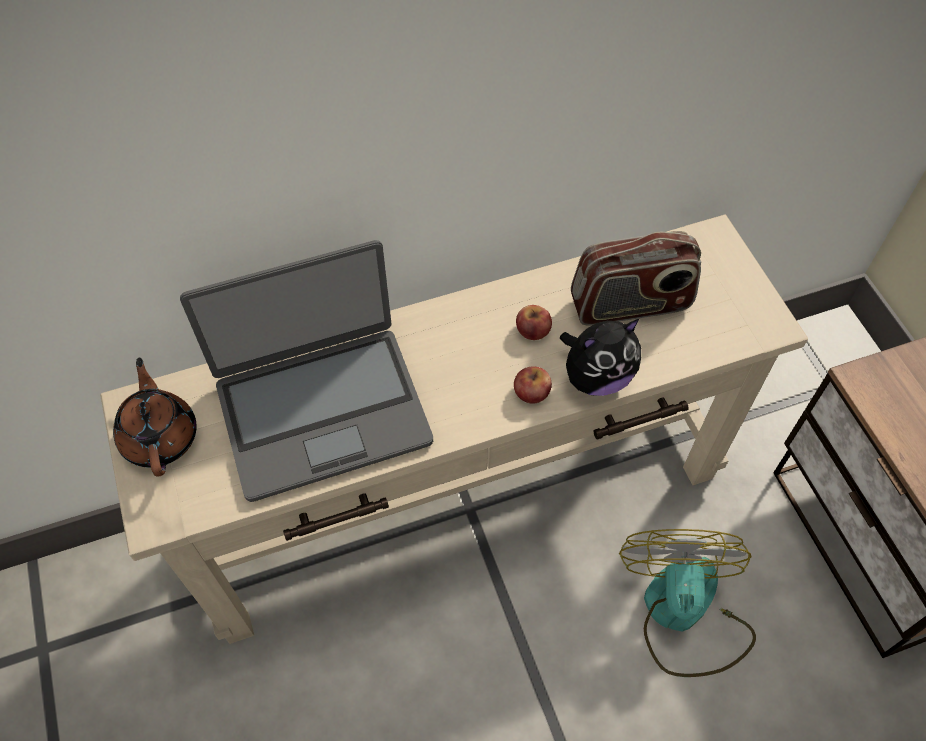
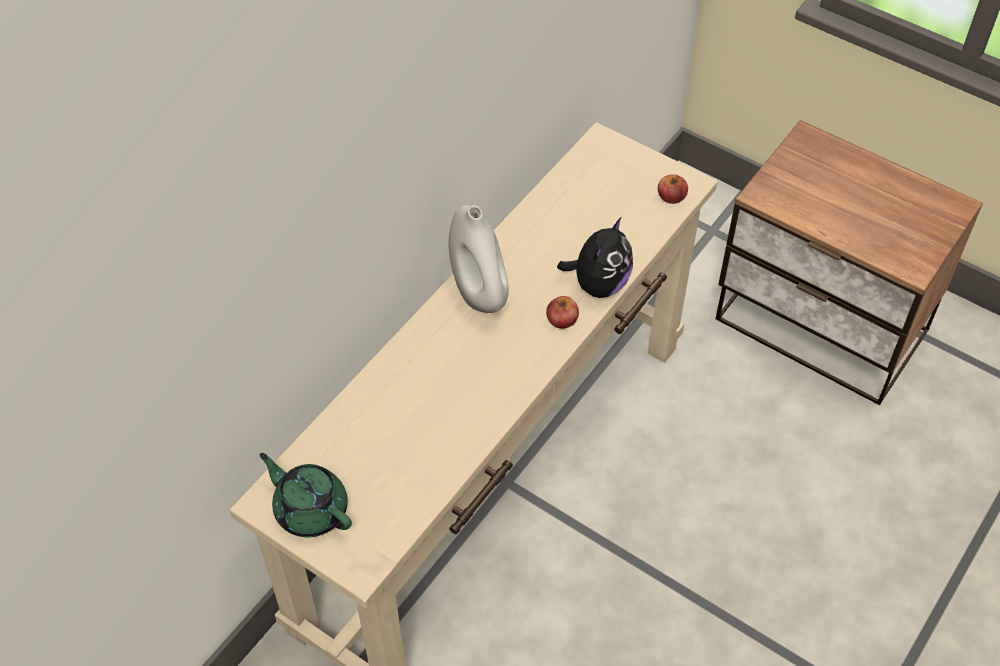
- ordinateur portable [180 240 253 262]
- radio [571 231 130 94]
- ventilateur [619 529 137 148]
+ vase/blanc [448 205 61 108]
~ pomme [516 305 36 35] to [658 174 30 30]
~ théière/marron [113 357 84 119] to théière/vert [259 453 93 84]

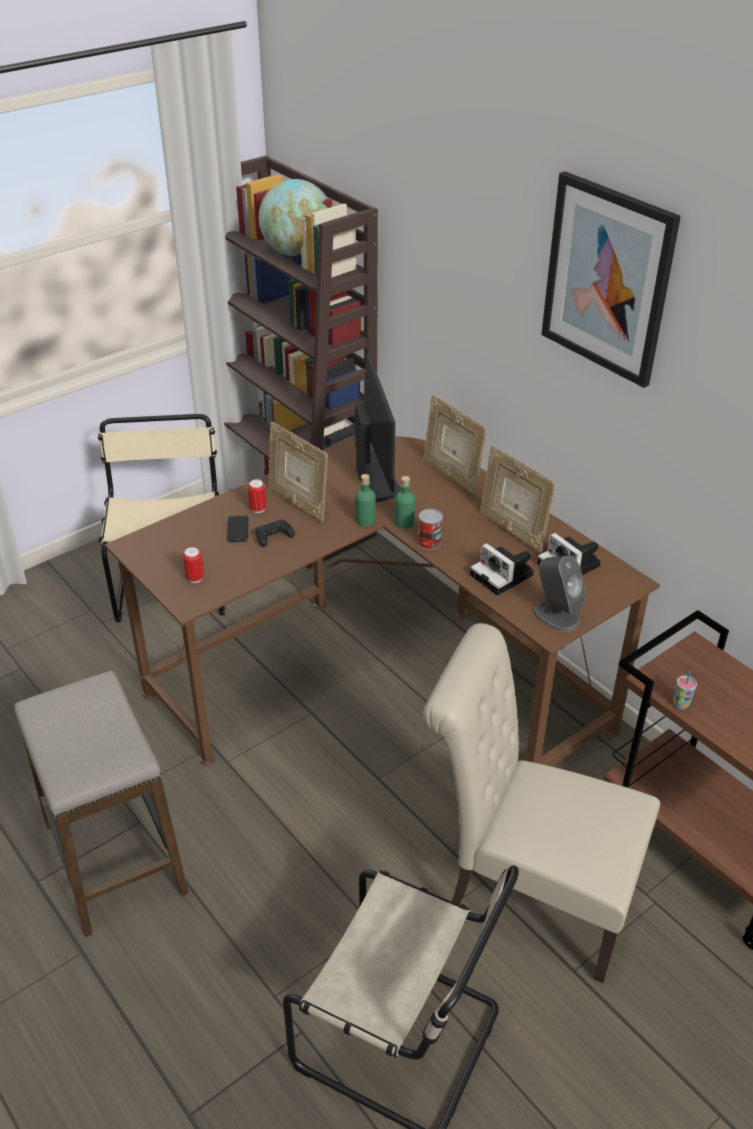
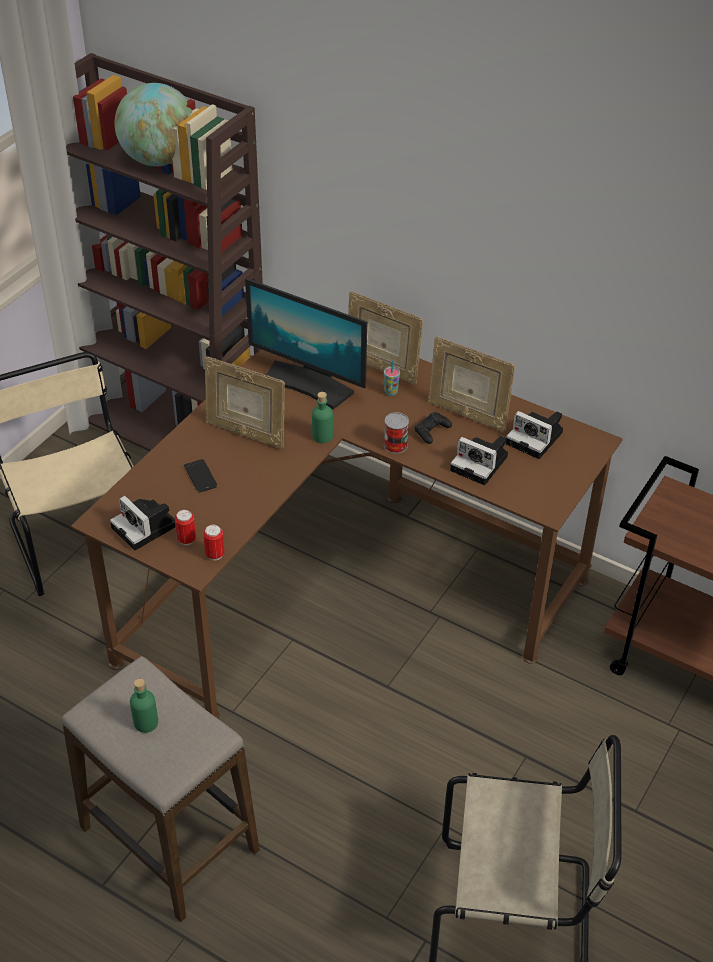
- chaise/beige [423 623 237 360]
- enceinte/gris [533 556 54 76]
- tableau [541 171 140 217]
+ appareil photo [110 495 66 56]
~ boîte métallique [248 479 18 34] to [203 524 21 36]
~ manette/noir [255 519 40 28] to [414 412 38 32]
~ bouteille/vert [395 476 21 53] to [130 679 28 54]
~ tasse [673 671 24 39] to [384 361 16 35]
~ écran d'ordinateur [355 354 47 148] = [245 278 122 131] 150 degrees clockwise

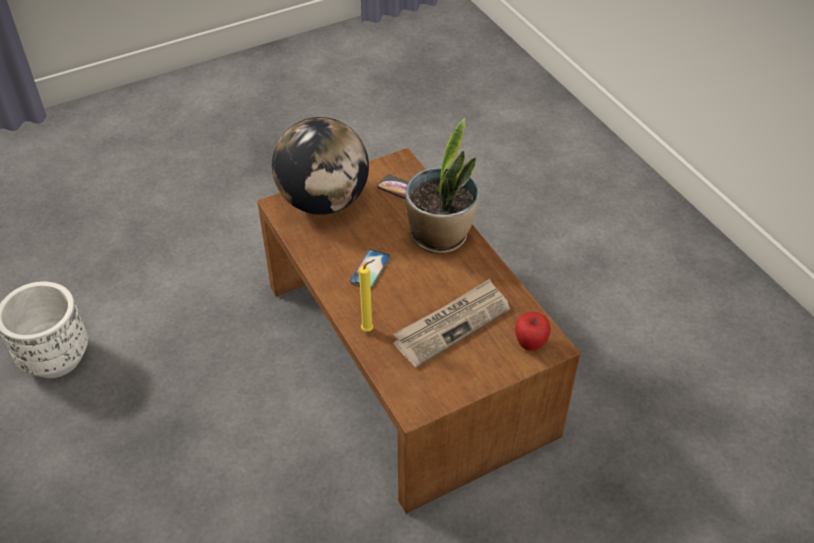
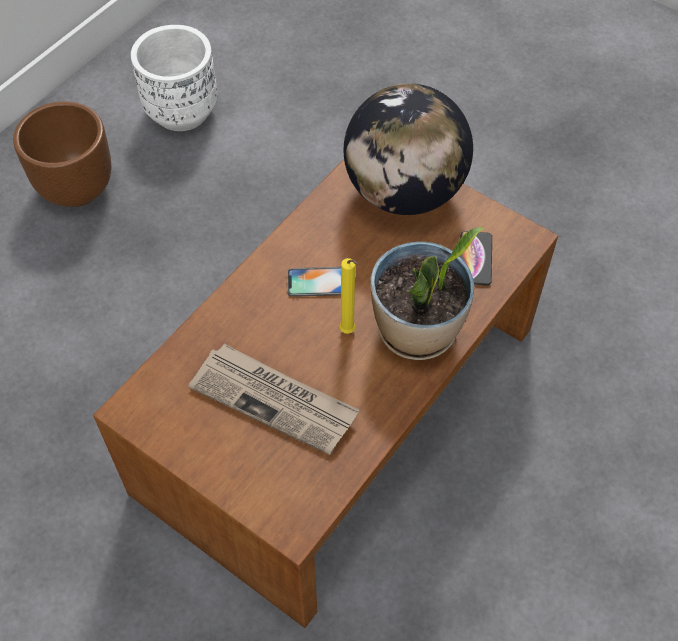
- pomme [515 312 36 39]
+ cache-pot/marron [13 101 98 106]
~ bougie/jaune [359 259 16 73] to [339 258 20 76]

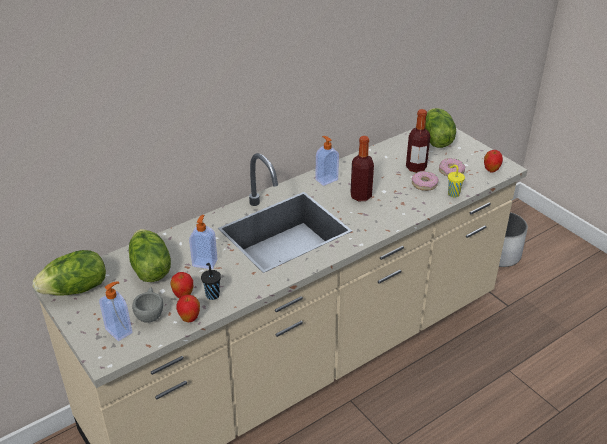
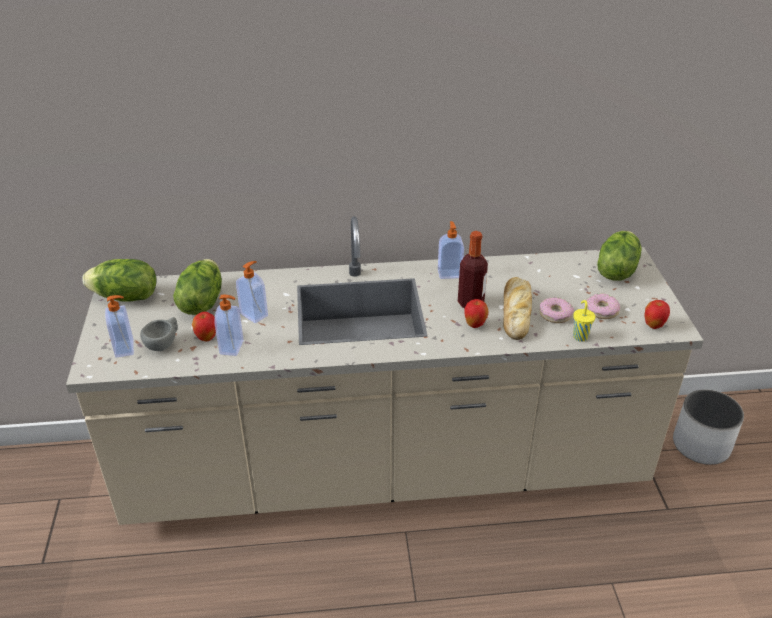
- bouteille [406 109 24 64]
+ pain [503 277 29 63]
~ pomme [177 295 23 27] to [464 299 25 29]
~ tasse/noir [201 263 20 37] to distributeur de savon [214 295 29 61]

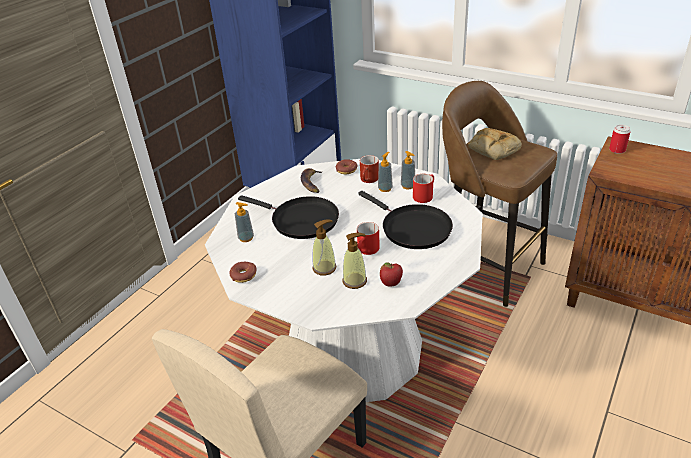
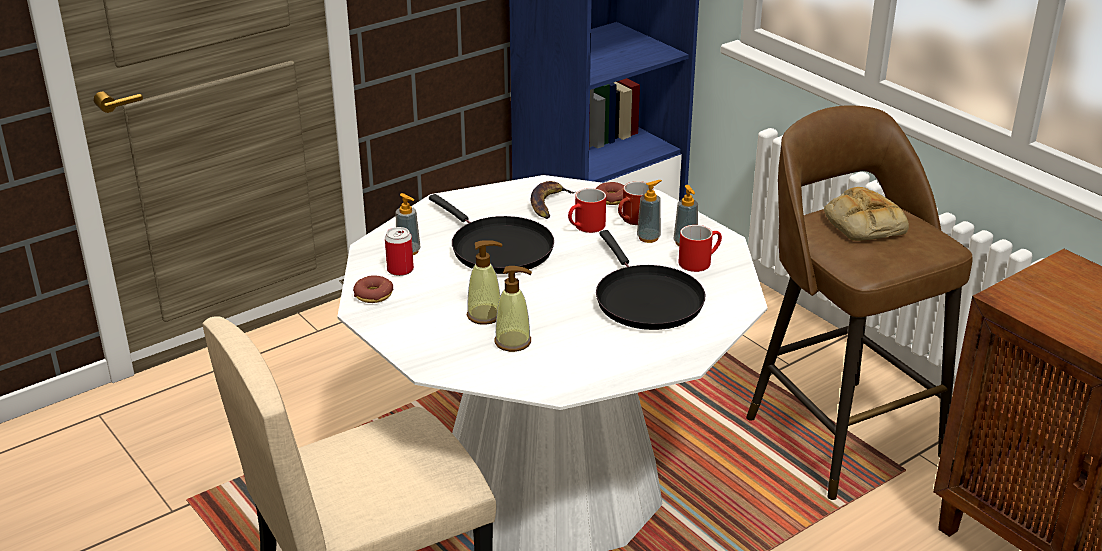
- pomme [380 263 23 23]
~ mug/rouge [357 222 23 33] to [568 188 38 45]
~ boîte métallique [609 124 22 30] to [385 227 29 49]

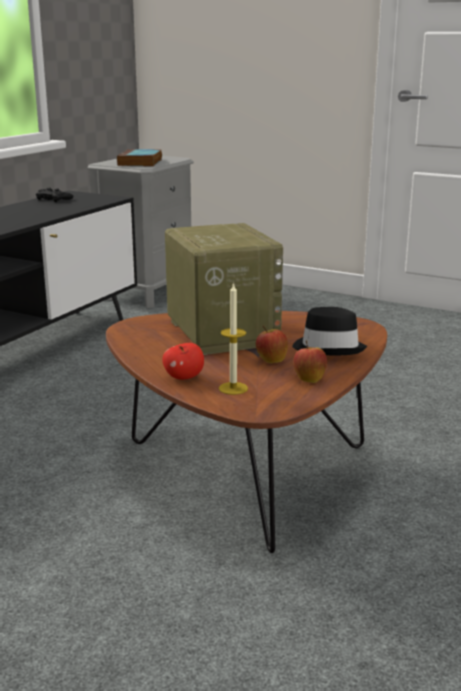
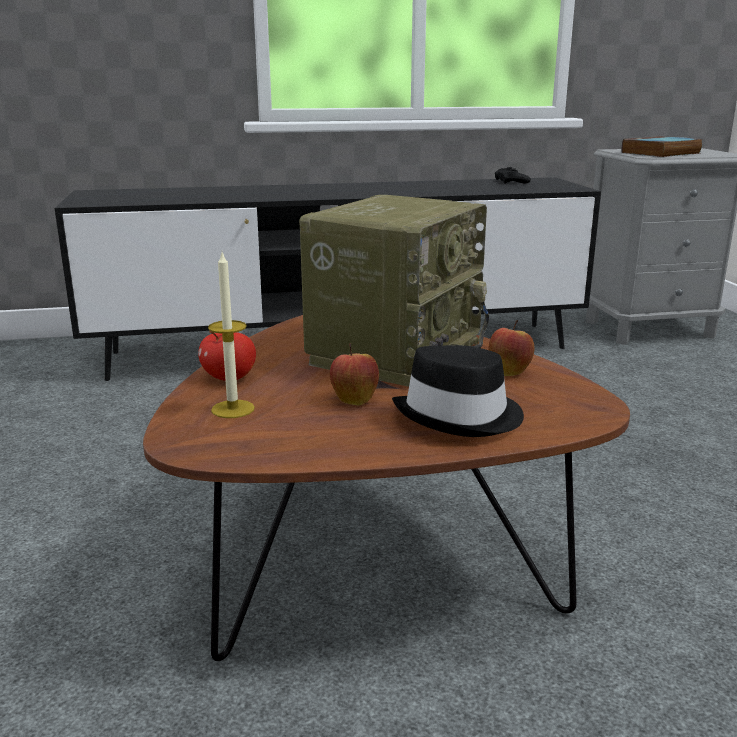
~ pomme [293 341 34 42] to [489 320 45 56]

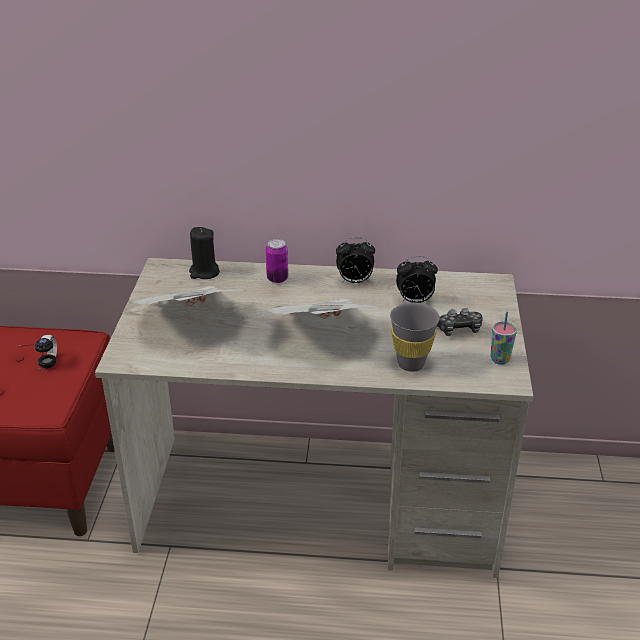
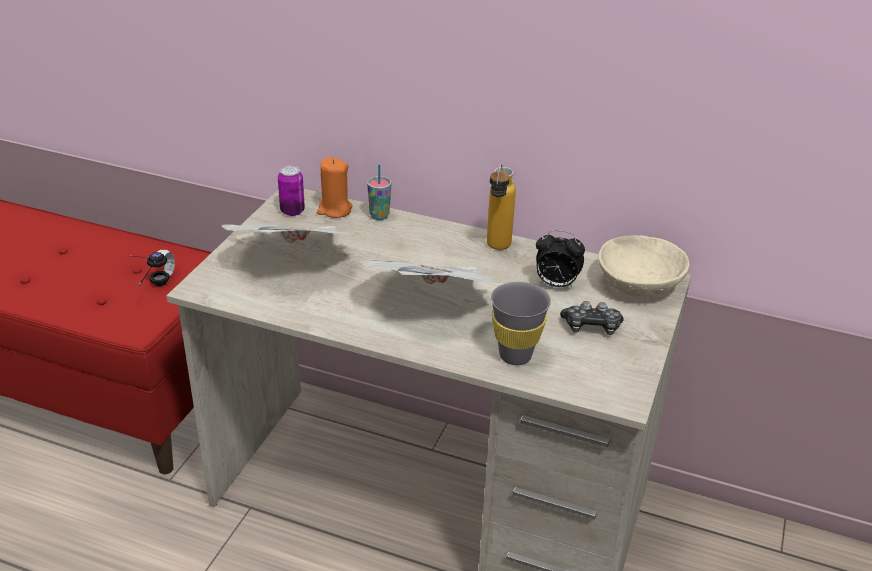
+ bol/beige [598 236 92 60]
~ boîte métallique [266 239 22 44] to [278 166 27 50]
~ tasse [490 311 27 54] to [367 164 24 56]
~ réveil [336 237 39 46] to bouteille [487 164 29 86]
~ bougie/noir [189 227 31 52] to bougie/orange [317 157 35 61]

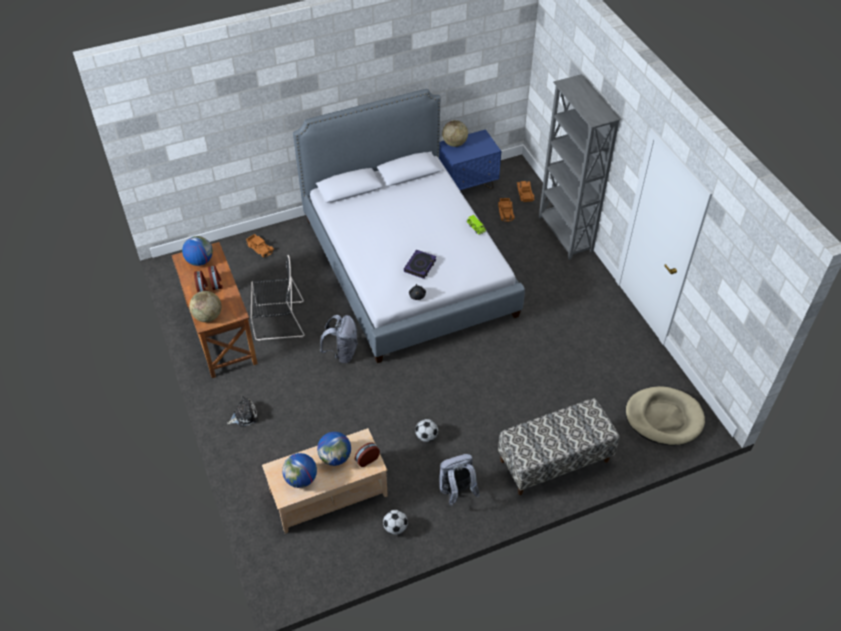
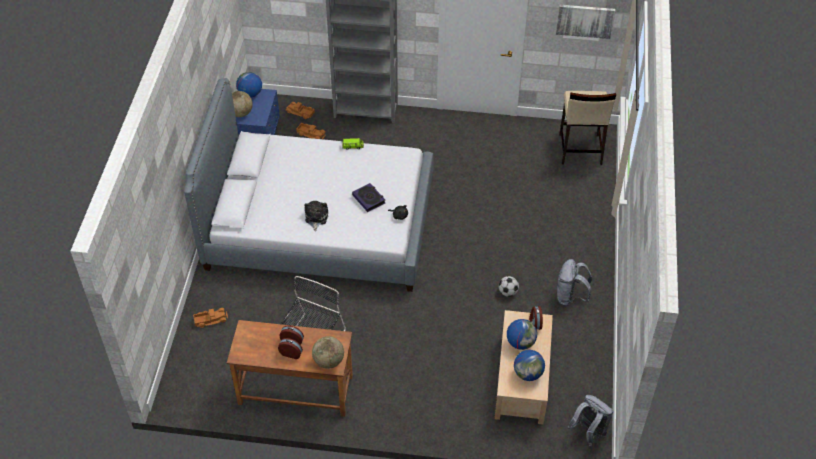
- ballon de foot [383 510 25 25]
- banc [498 398 122 97]
+ tableau [556 5 60 34]
~ globe [182 236 31 30] to [236 72 26 26]
~ peluche [227 396 32 31] to [304 201 24 30]
~ sac à dos/gris [320 315 38 48] to [568 395 45 51]
~ panier pour chien/beige [625 386 80 60] to tabouret/beige [559 91 57 74]

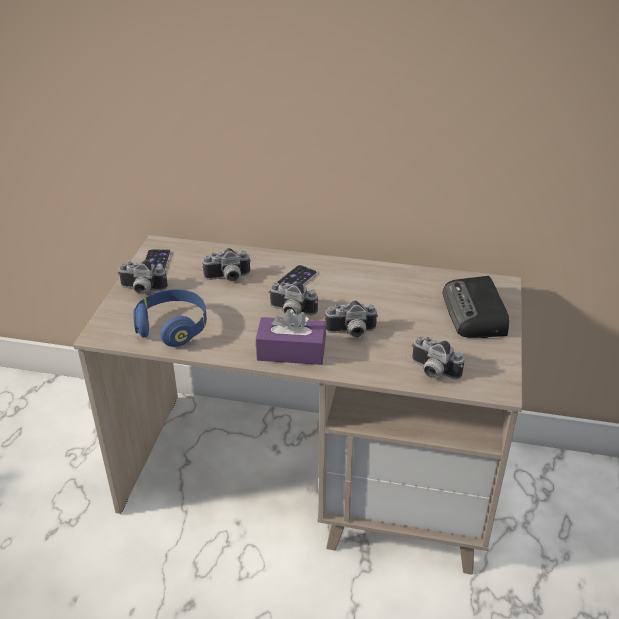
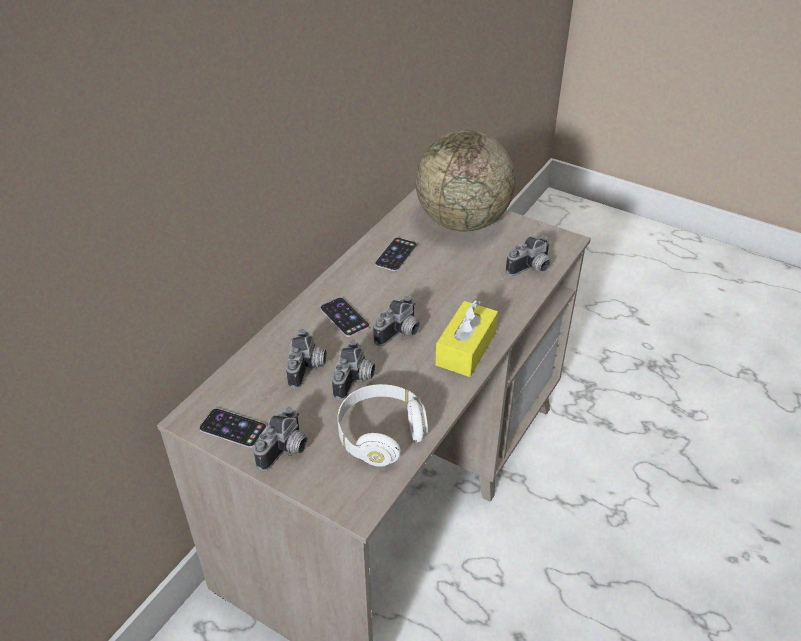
+ téléphone [375 237 42 34]
~ appareil photo [325 300 53 38] to [332 340 43 60]
~ radio [442 276 67 62] to globe [415 130 100 102]
~ casque audio/bleu [133 289 74 58] to casque audio/blanc [338 384 90 83]
~ boîte à mouchoirs/violet [256 309 70 56] to boîte à mouchoirs/jaune [435 300 63 77]

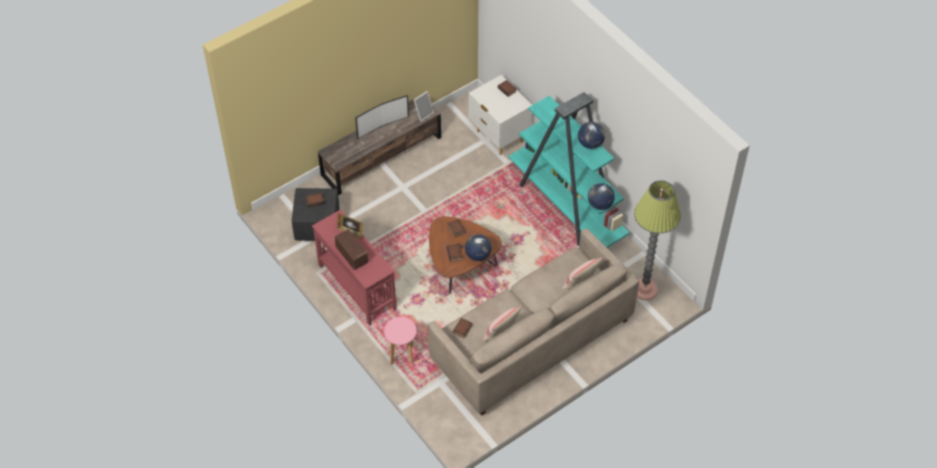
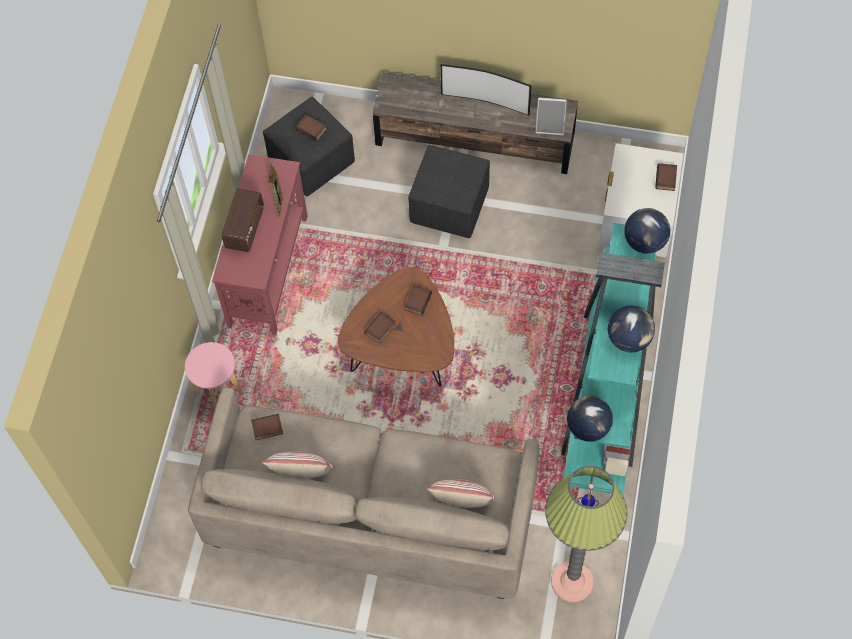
+ pouf/noir [408 145 82 93]
~ globe [465 234 27 27] to [624 208 46 46]

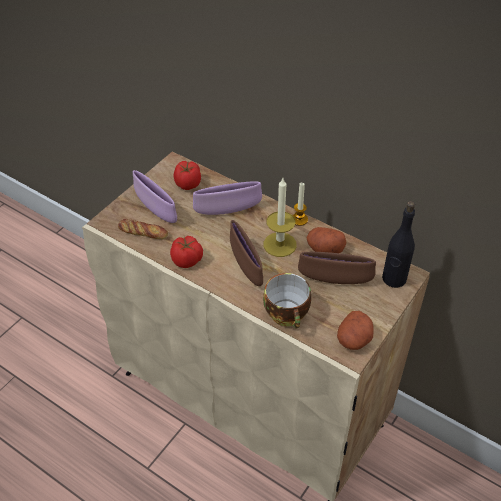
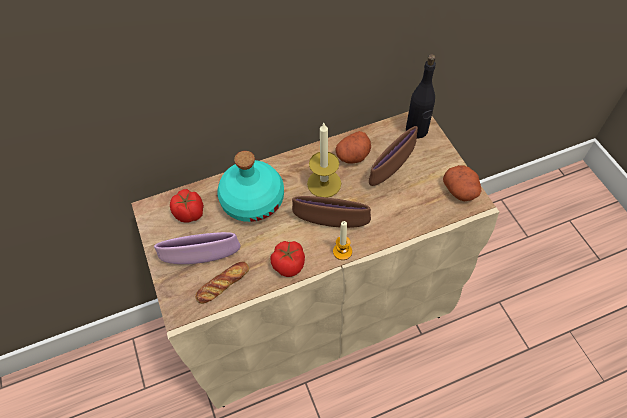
- tasse [263 273 48 55]
~ bougie [293 183 15 43] to [333 221 19 39]
~ bol/violet [193 181 69 34] to bouteille/turquoise [217 151 67 71]

